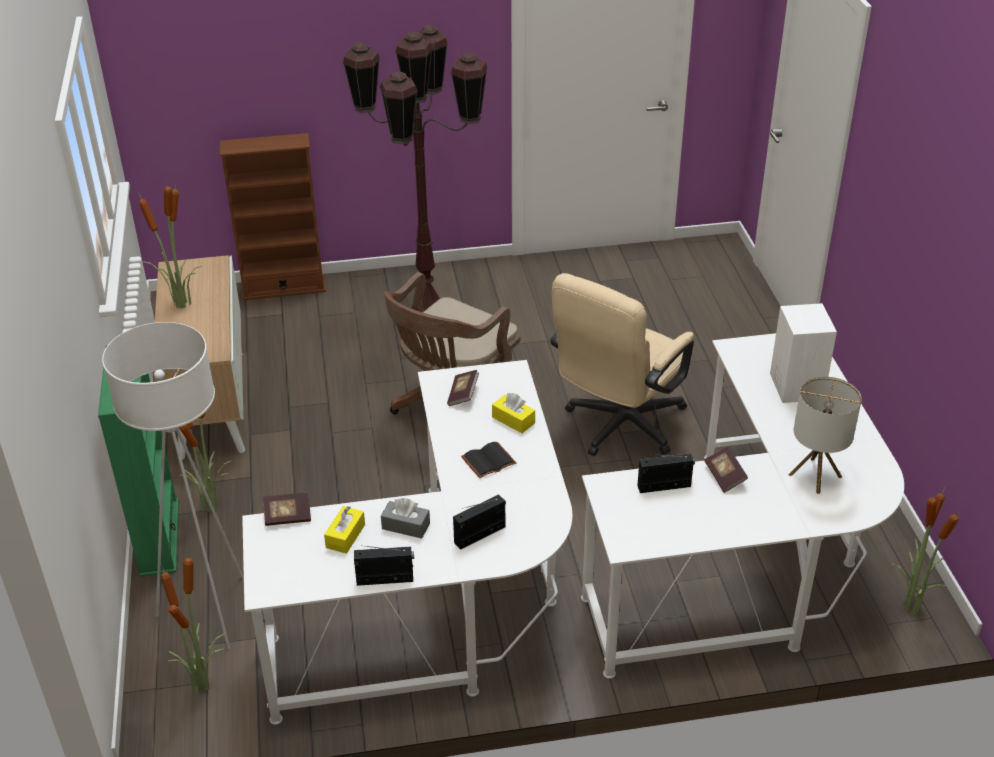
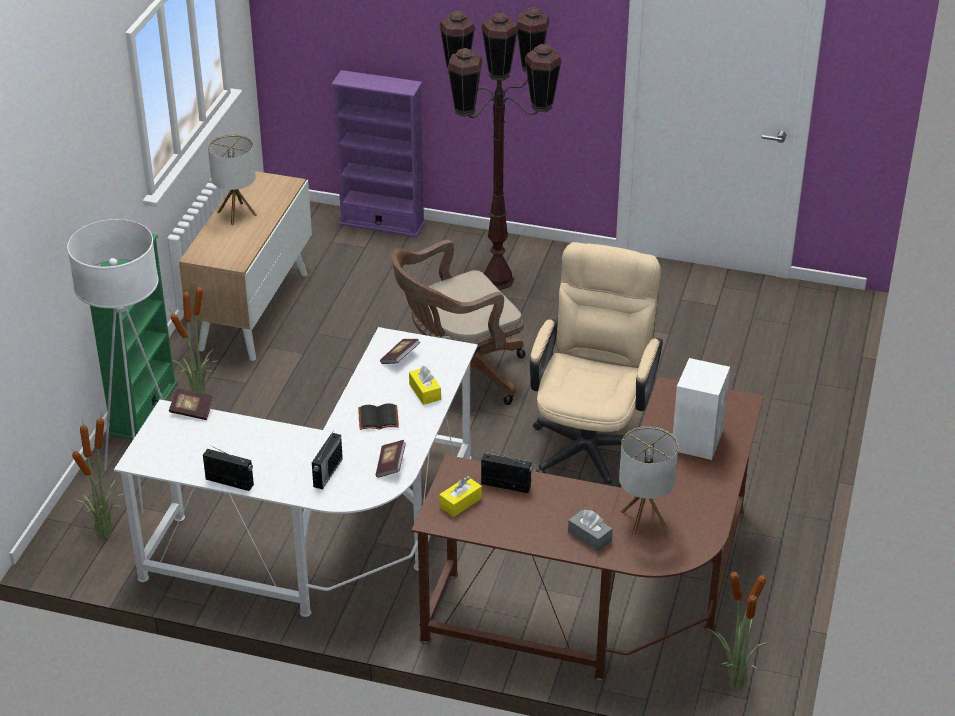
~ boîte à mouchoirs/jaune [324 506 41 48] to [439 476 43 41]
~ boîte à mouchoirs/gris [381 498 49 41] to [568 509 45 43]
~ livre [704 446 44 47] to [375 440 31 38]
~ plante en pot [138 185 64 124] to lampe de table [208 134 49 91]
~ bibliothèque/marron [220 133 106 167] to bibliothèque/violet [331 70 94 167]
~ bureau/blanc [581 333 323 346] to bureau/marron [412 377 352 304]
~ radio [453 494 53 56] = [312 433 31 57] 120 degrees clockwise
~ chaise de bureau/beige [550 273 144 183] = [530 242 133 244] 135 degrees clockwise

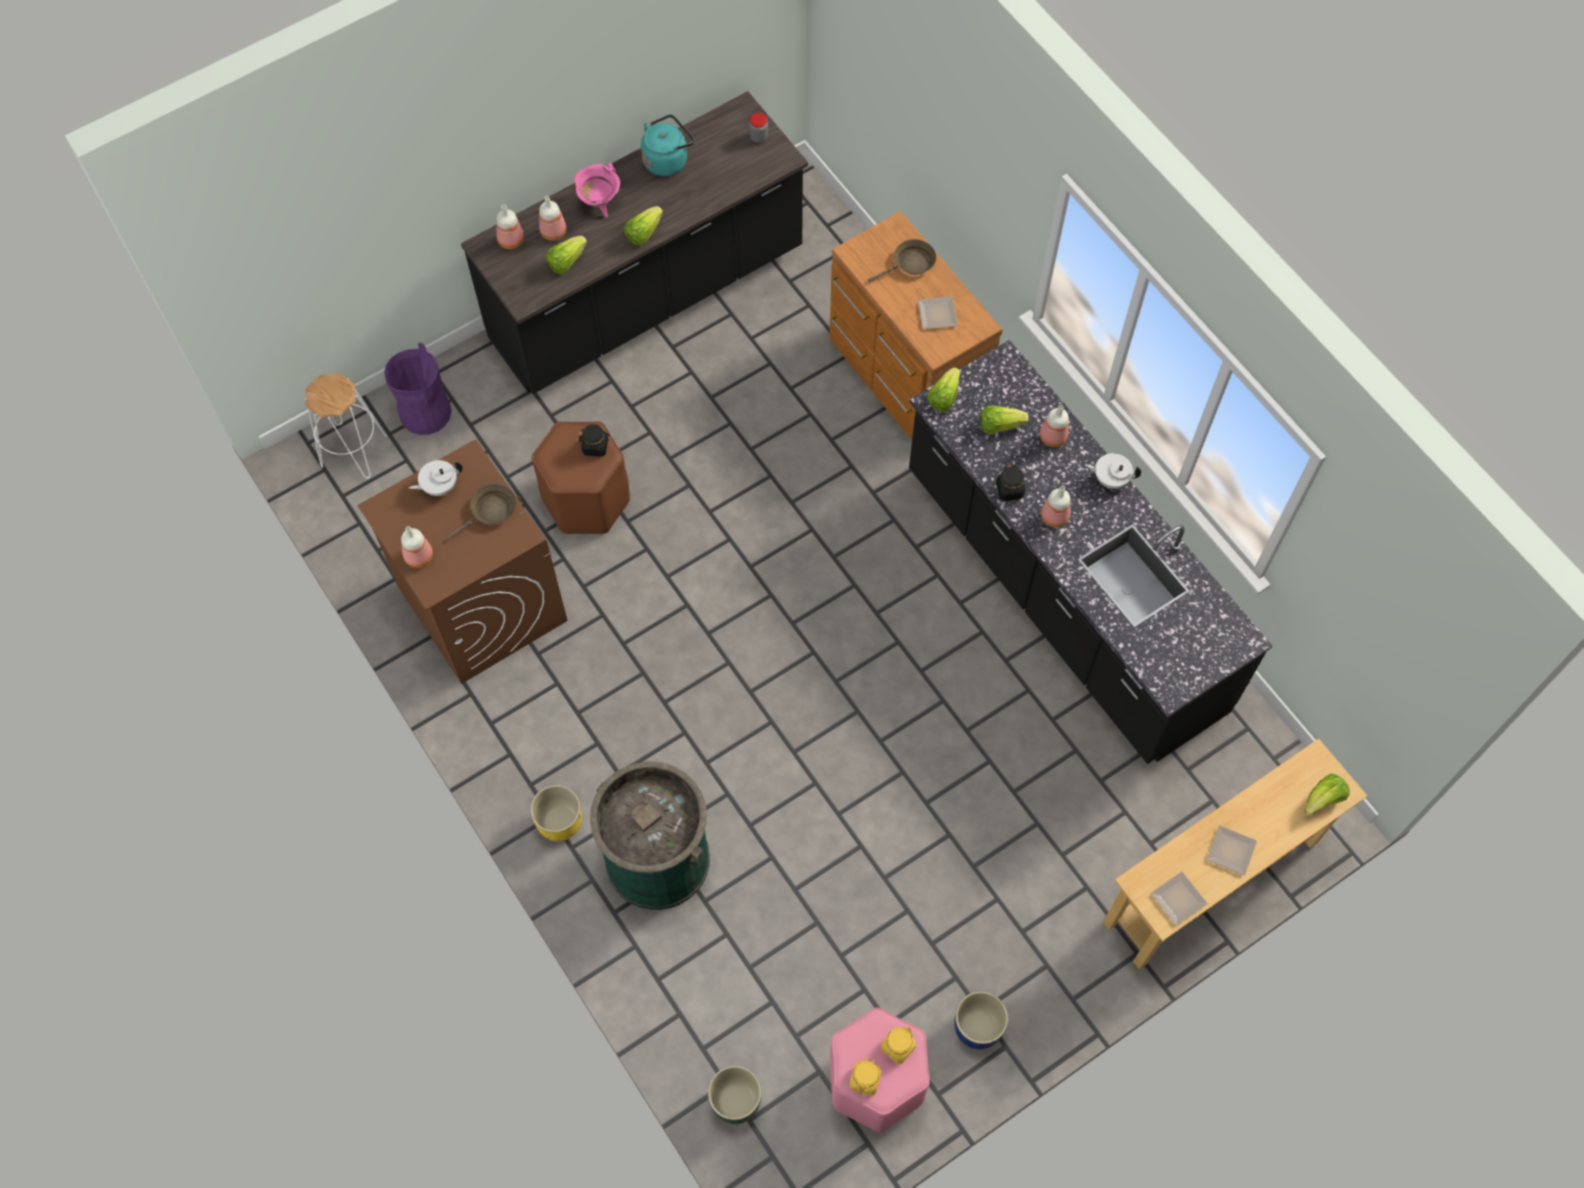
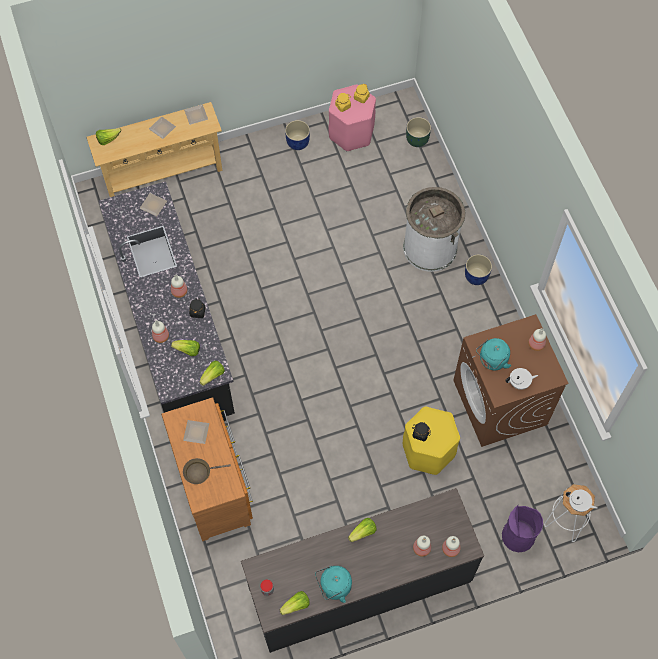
- marmite/rose [574 163 46 54]
+ assiette [140 193 27 23]
~ laitue [546 236 41 38] to [280 591 30 24]
~ théière/blanc [1085 453 56 36] to [566 490 31 22]
~ poêle/marron [446 484 70 56] to bouilloire/turquoise [476 338 35 32]
~ cache-pot/jaune [530 785 52 56] to cache-pot/bleu [465 254 27 31]
~ tabouret/marron [531 421 99 113] to tabouret/jaune [403 407 57 68]
~ poubelle/vert [590 762 120 148] to poubelle/blanc [403 187 62 85]

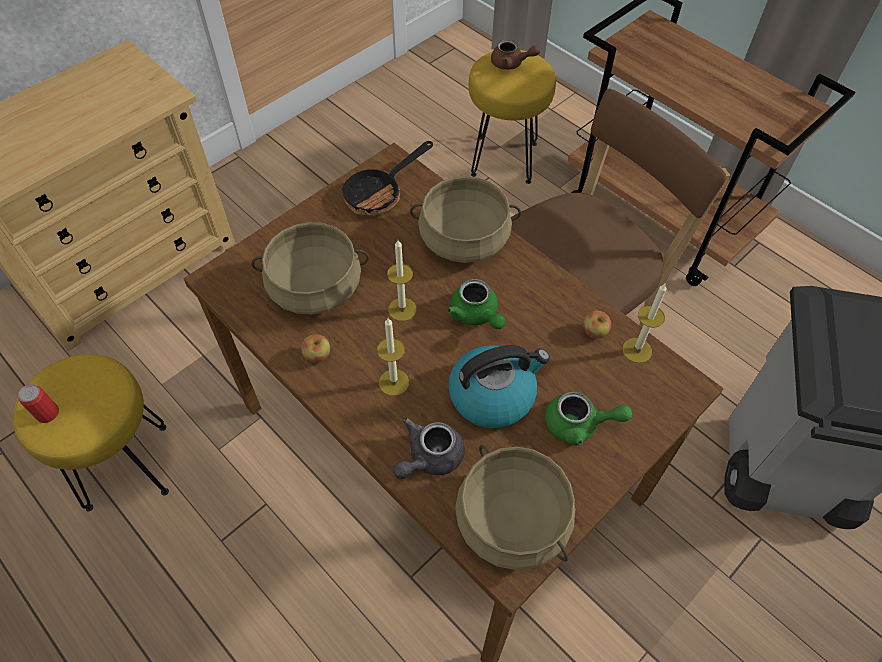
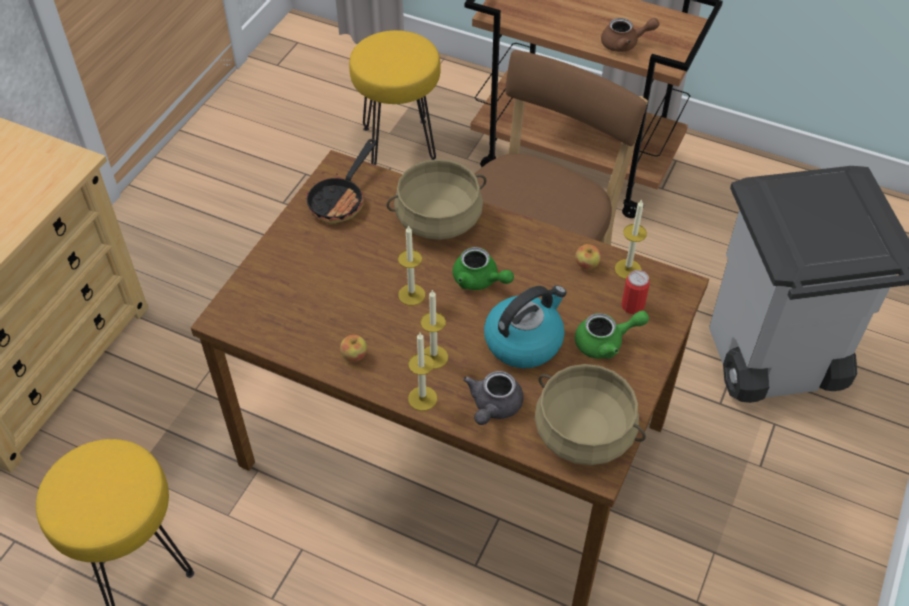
- marmite/beige [251 222 118 93]
+ bougie [408 333 29 78]
~ boîte métallique [18 384 41 39] to [621 270 29 44]
~ théière/marron [491 39 49 31] to [601 18 59 34]

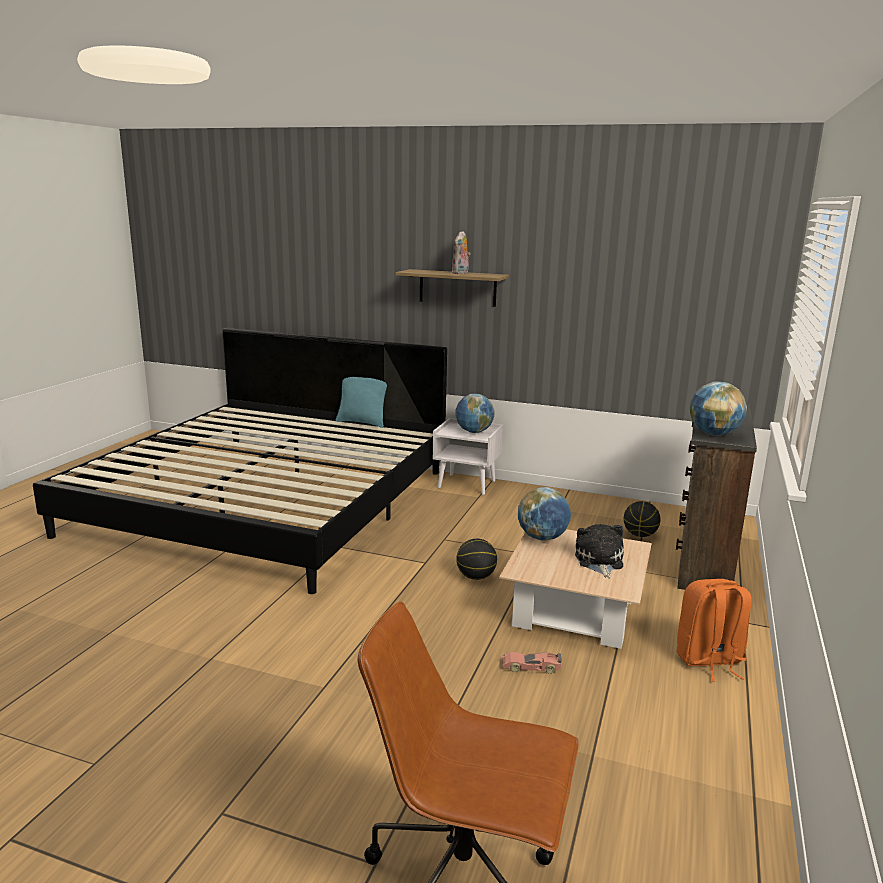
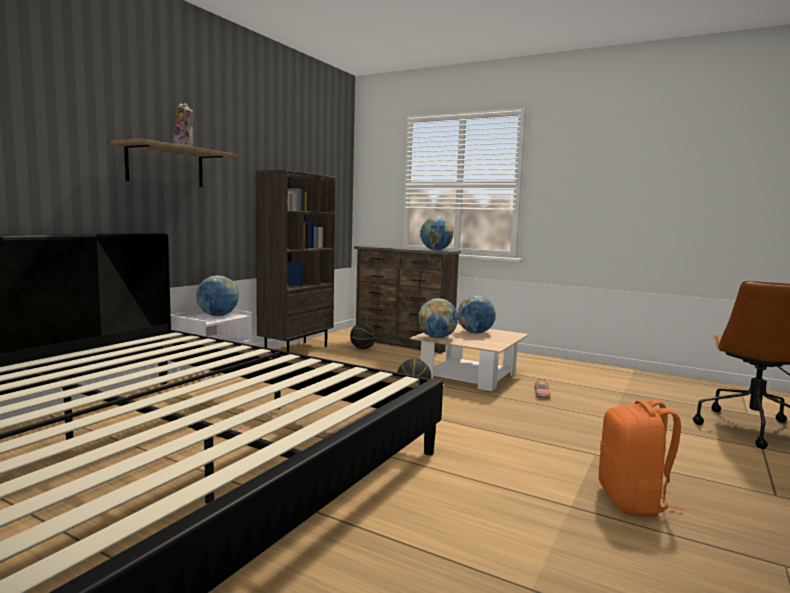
- coussin/turquoise [336 377 51 51]
+ bibliothèque/marron [256 170 80 182]
~ sac à dos/orange [677 579 75 103] to [599 399 85 118]
~ peluche [575 524 49 54] to globe [458 295 38 38]

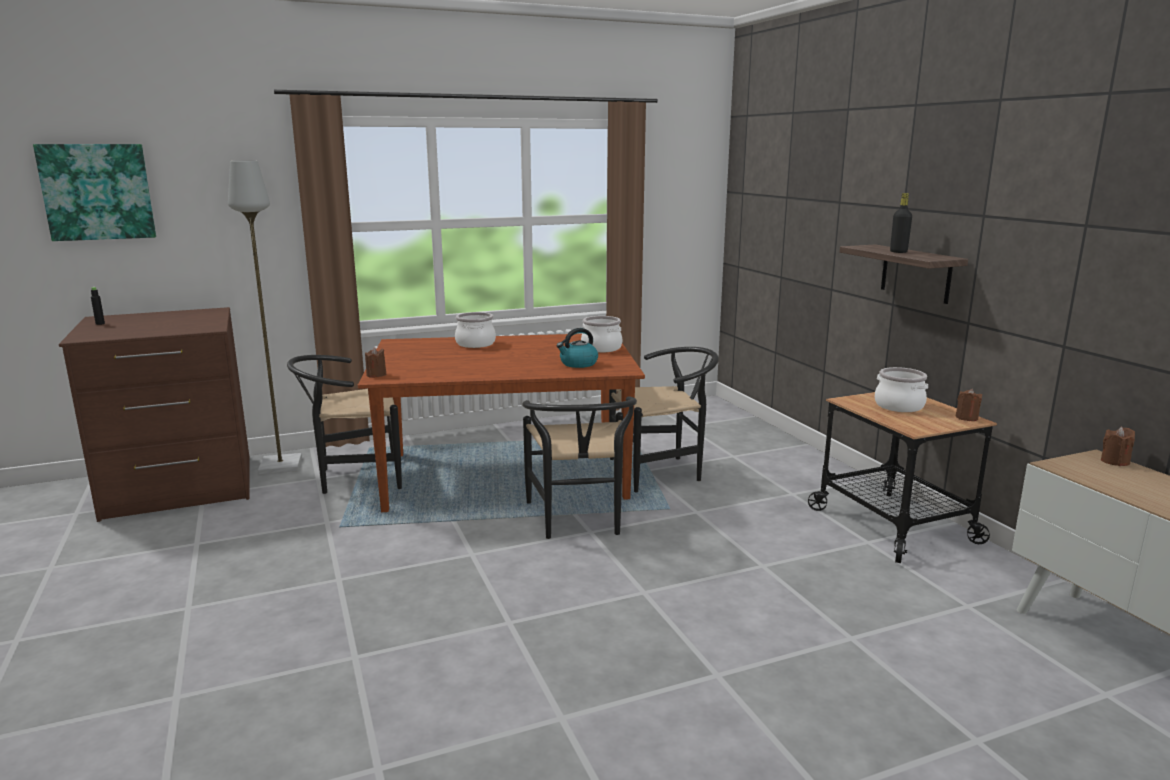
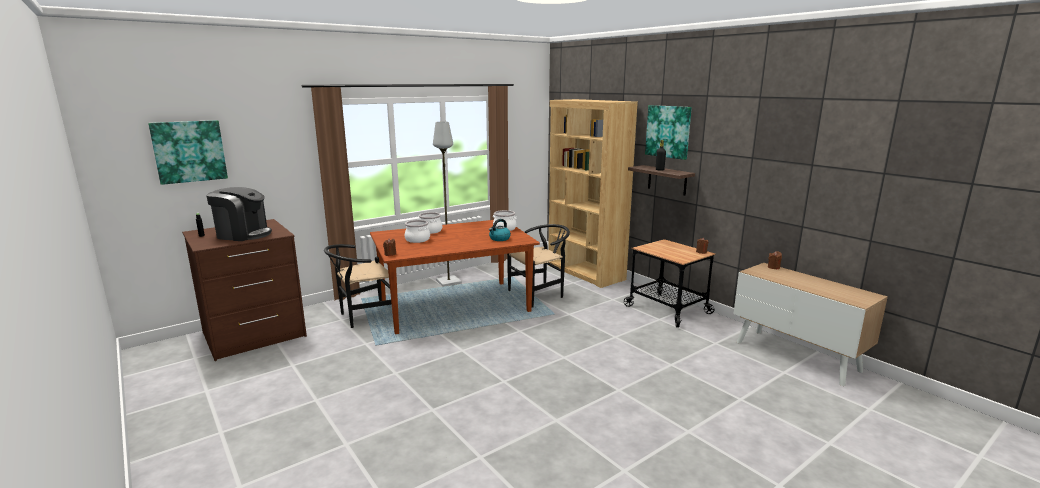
- chaise/noir [523 396 114 143]
+ machine à café [206 187 66 54]
+ bibliothèque/marron [548 99 90 189]
+ tableau [645 105 47 55]
~ lampadaire/gris [228 161 74 313] to [433 122 29 165]
~ marmite [875 367 53 45] to [405 220 25 23]

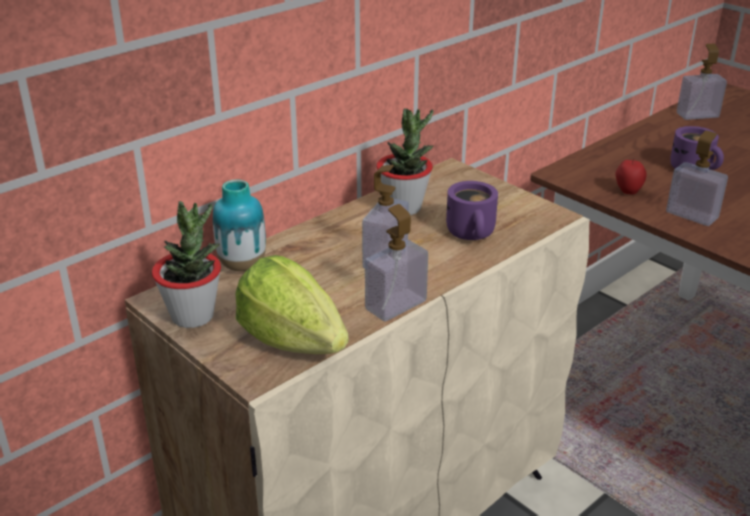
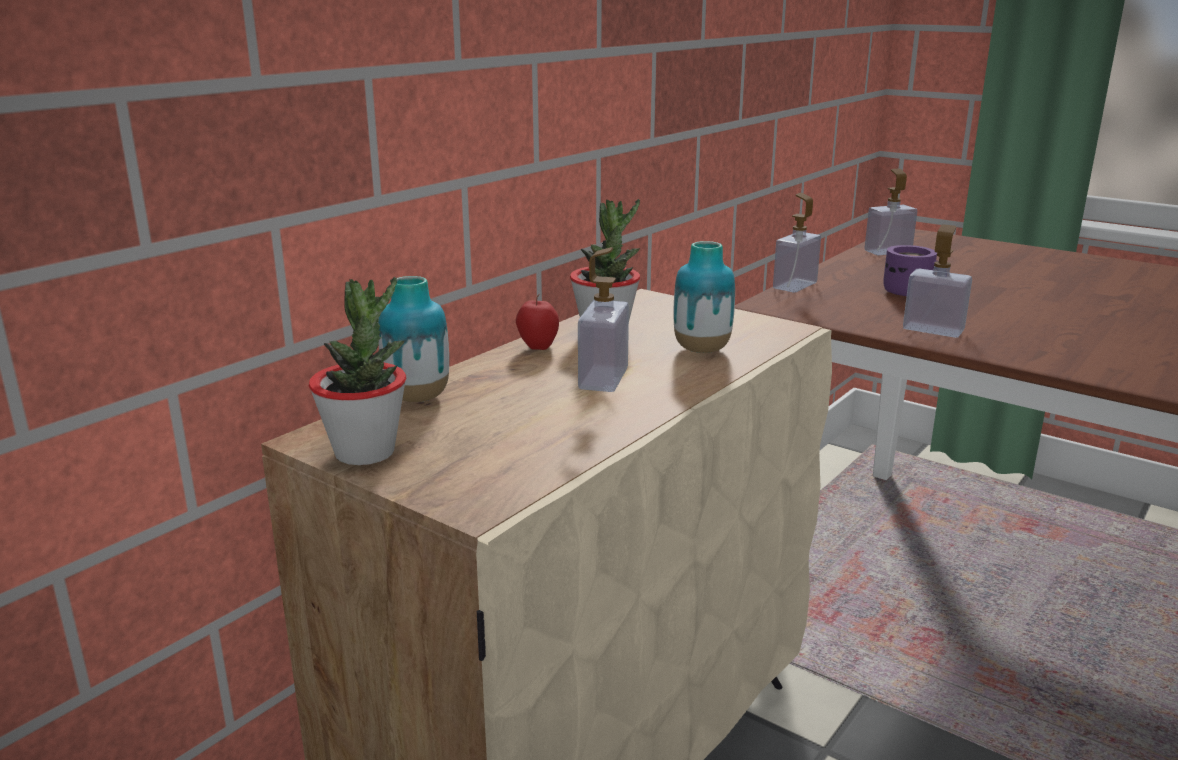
- laitue [235 255 114 99]
~ distributeur de savon [365 204 63 117] to [773 193 48 100]
~ pomme [615 157 32 38] to [516 294 43 56]
~ mug/violet [446 181 52 59] to vase [673 241 62 112]

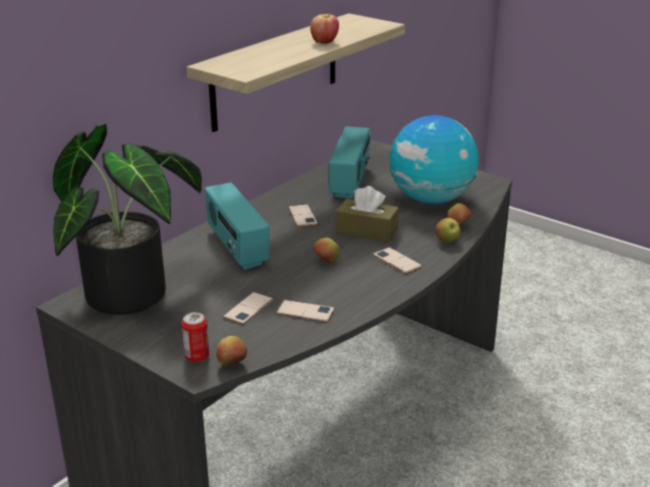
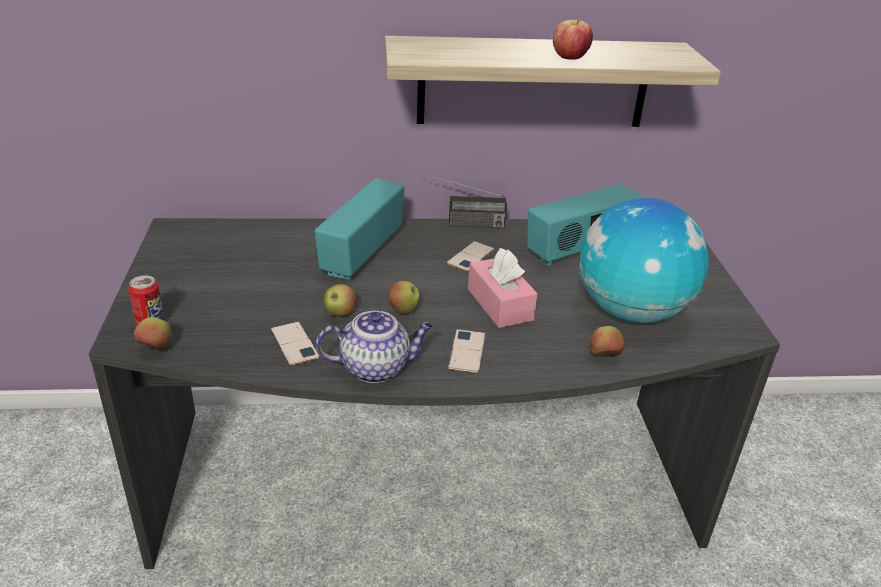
- plante en pot [53 123 149 192]
- téléphone [223 292 50 32]
+ théière [316 311 117 72]
+ radio [420 173 87 55]
~ pomme [435 218 25 26] to [324 284 32 33]
~ boîte à mouchoirs/marron [336 186 63 56] to boîte à mouchoirs/rose [468 248 70 80]

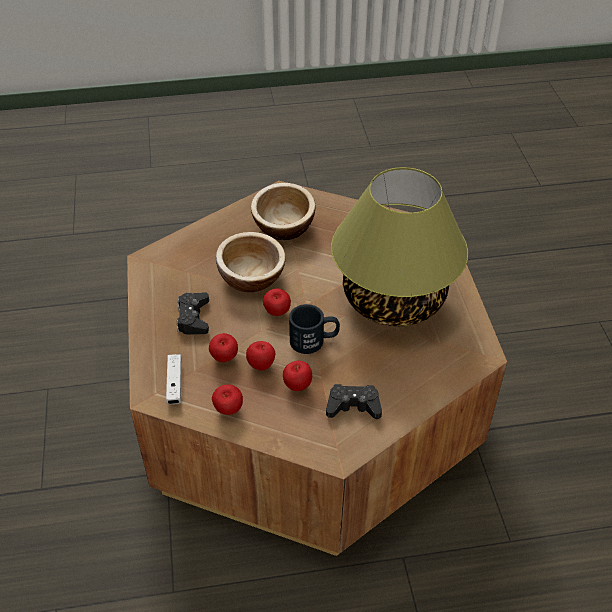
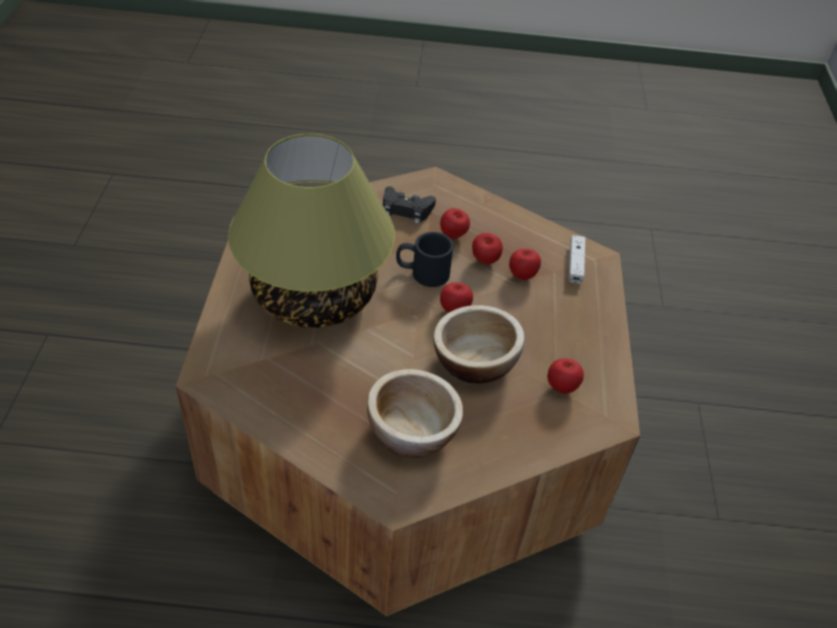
- manette/noir [177 292 32 42]
~ pomme [212 385 31 30] to [548 358 36 36]

